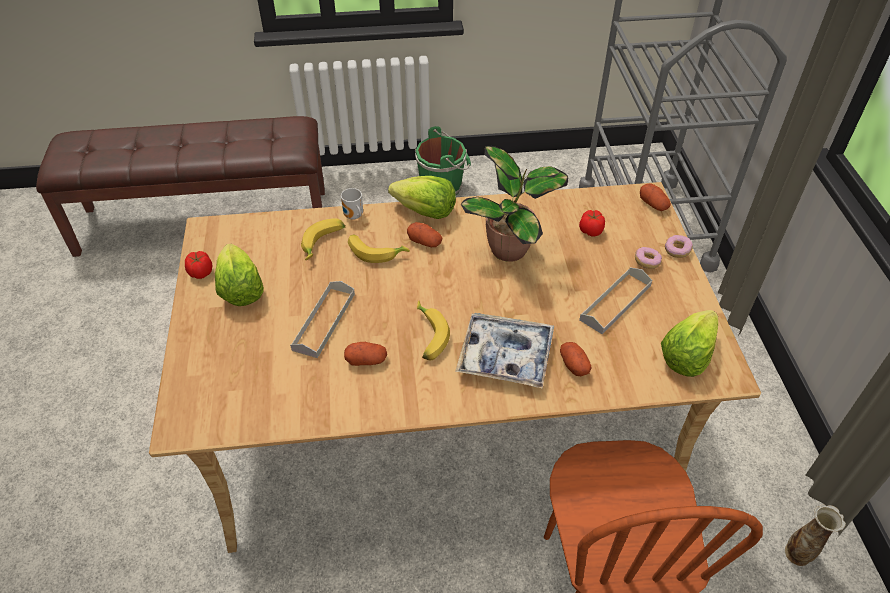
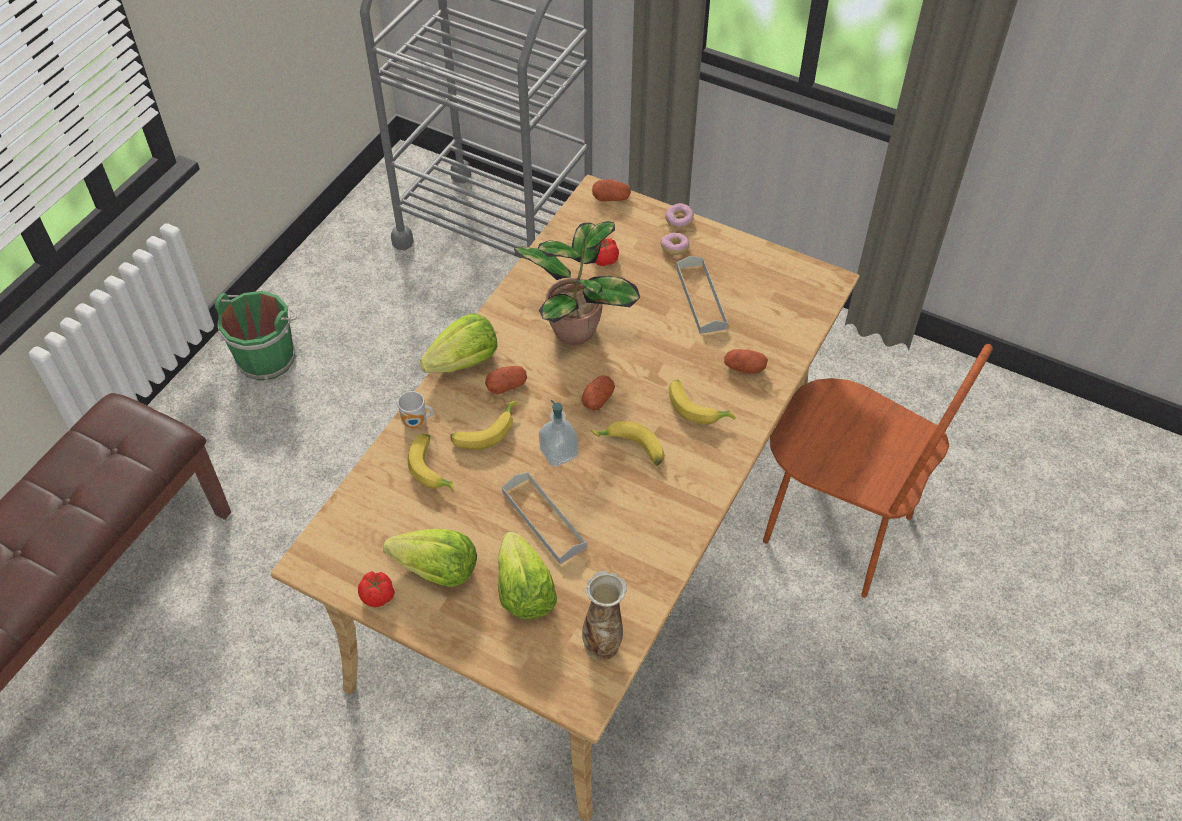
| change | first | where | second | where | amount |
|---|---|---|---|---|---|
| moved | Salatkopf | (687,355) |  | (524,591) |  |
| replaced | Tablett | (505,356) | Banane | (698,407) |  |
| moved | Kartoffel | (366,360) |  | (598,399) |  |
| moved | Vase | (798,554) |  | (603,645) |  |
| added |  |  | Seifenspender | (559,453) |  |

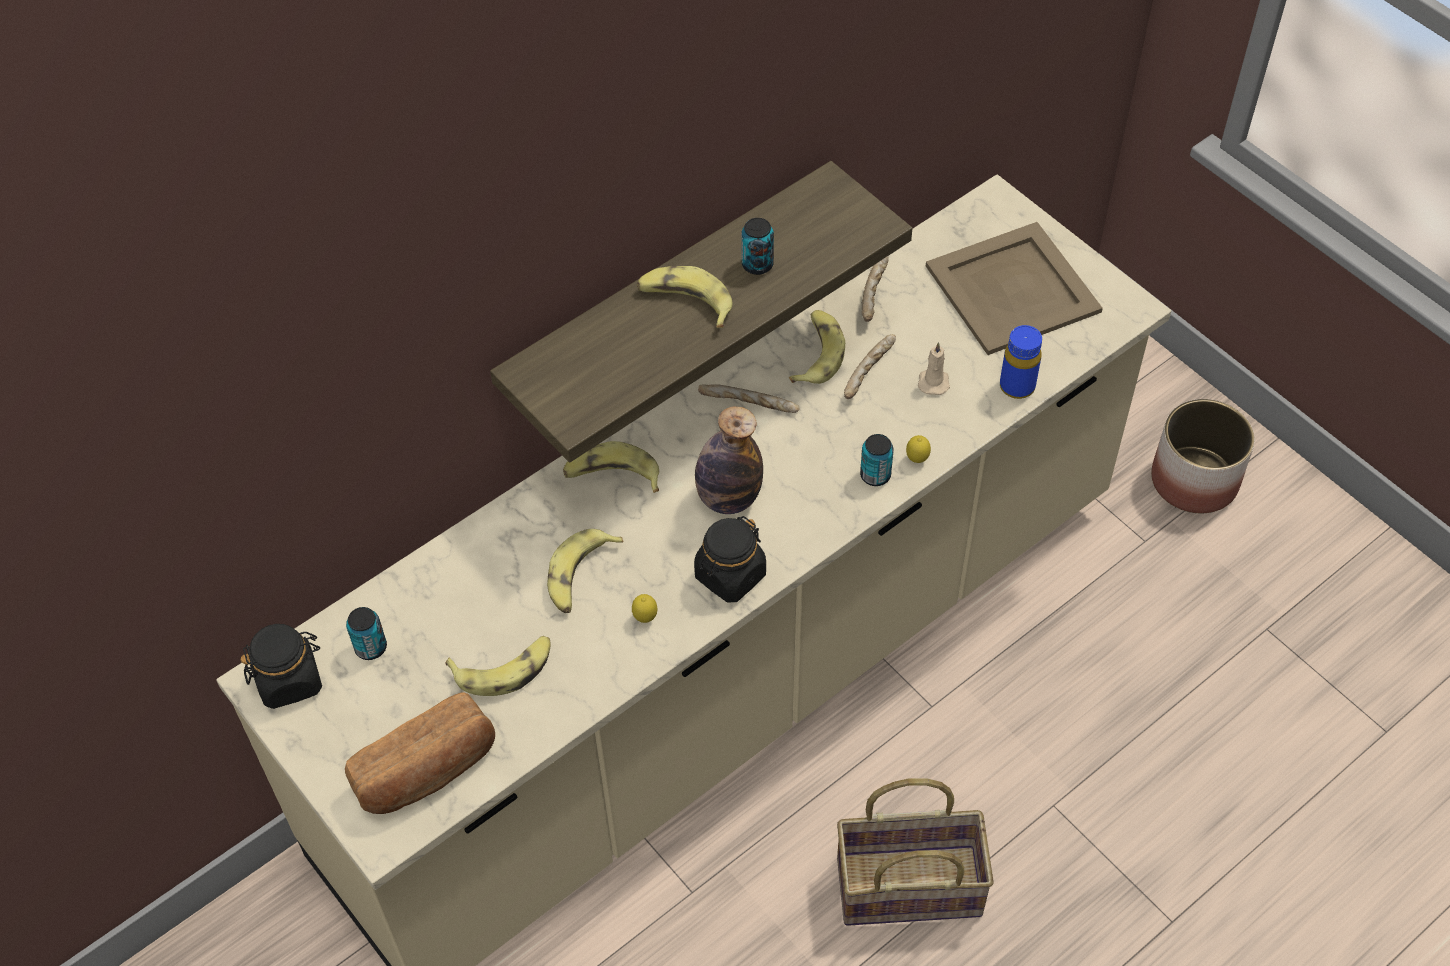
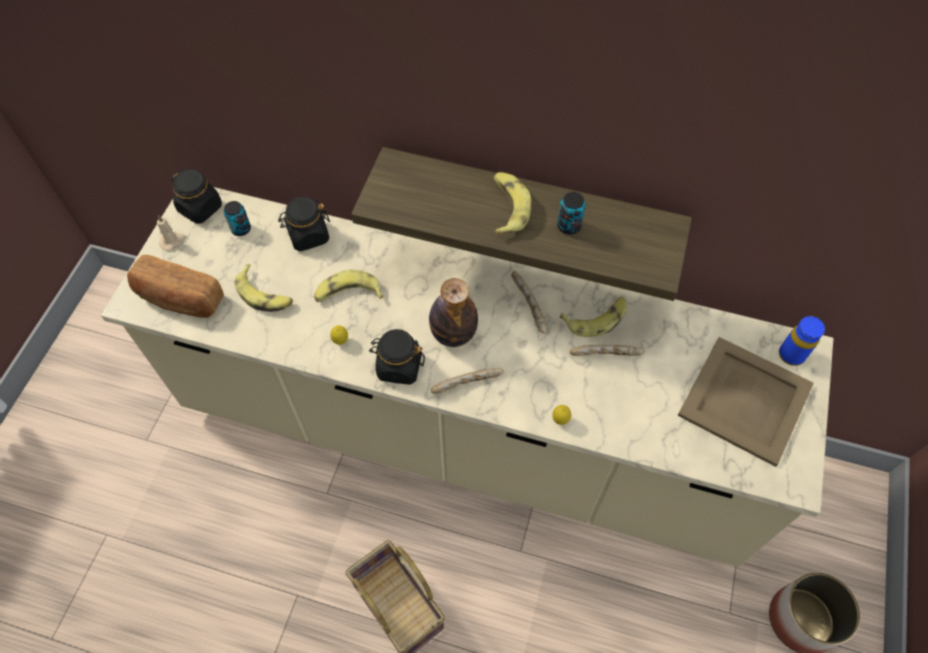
| change | first | where | second | where | amount |
|---|---|---|---|---|---|
| moved | Brot | (875,294) |  | (467,384) |  |
| moved | Flasche [blau] | (1017,386) |  | (791,355) |  |
| moved | Kerze [beige] | (933,381) |  | (173,241) |  |
| removed | Dose | (875,475) |  |  |  |
| removed | Banane | (612,475) |  |  |  |
| added |  |  | Vorratsglas [schwarz] | (308,236) |  |

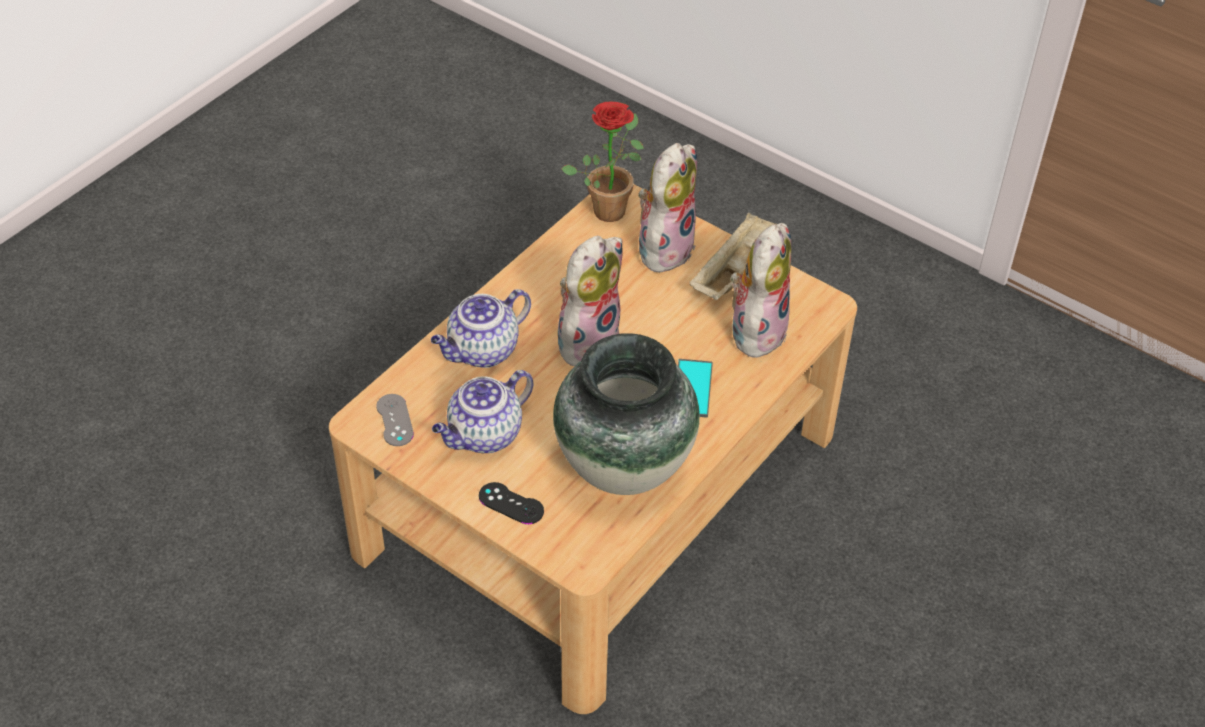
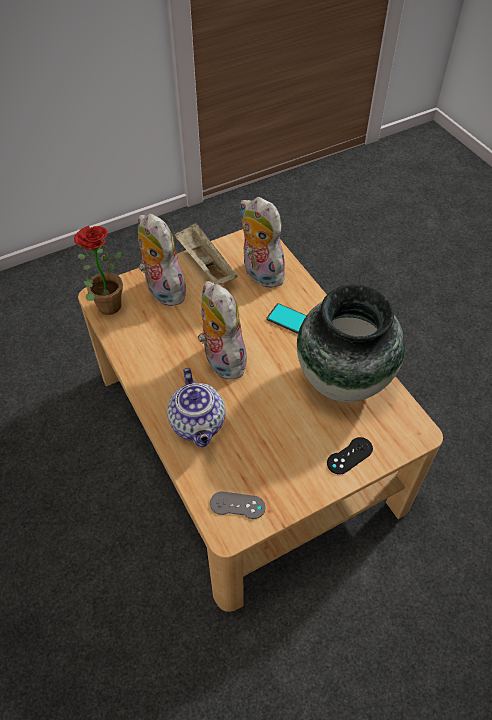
| change | first | where | second | where | amount |
|---|---|---|---|---|---|
| removed | Teekanne | (484,436) |  |  |  |

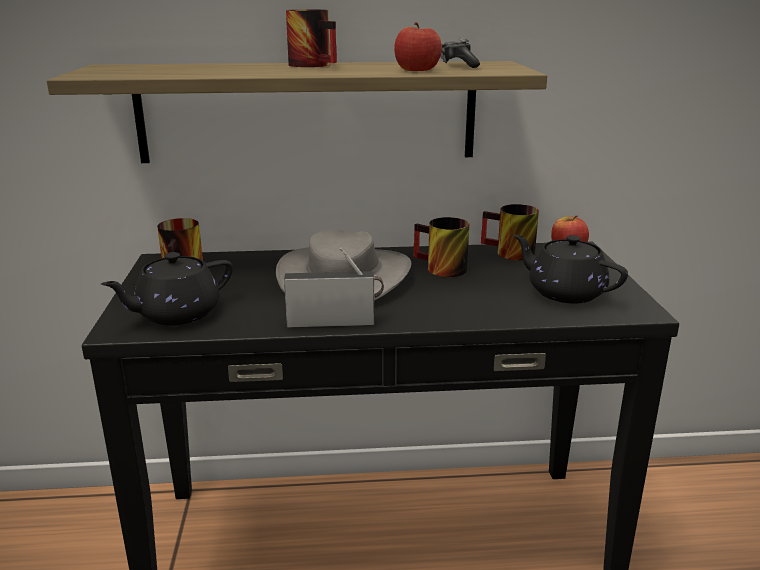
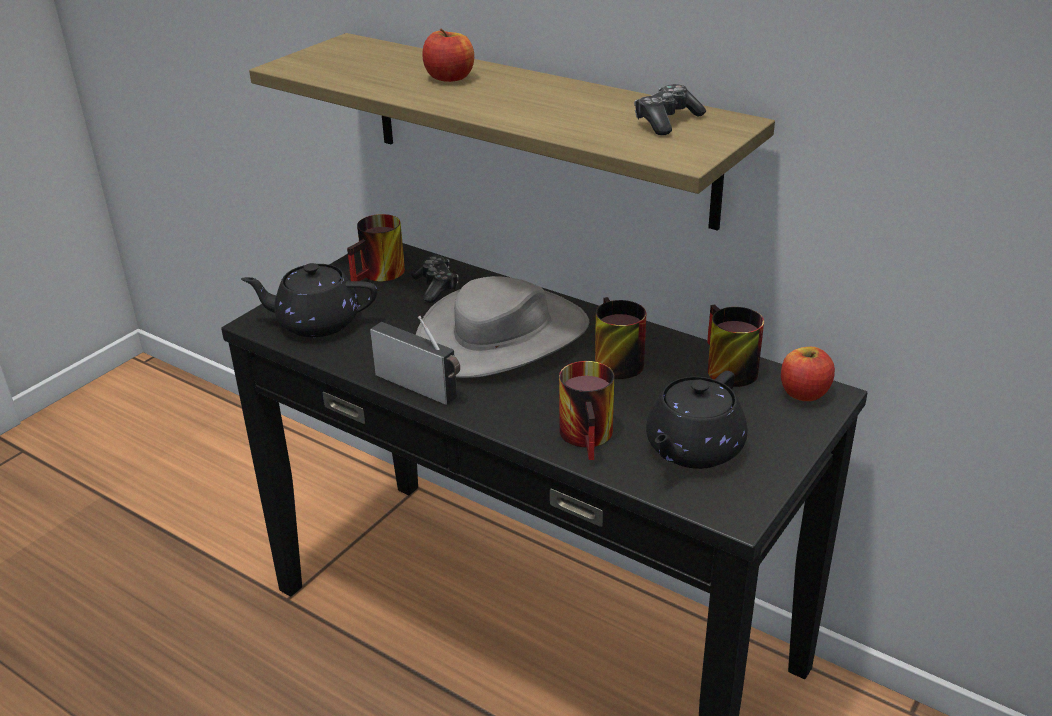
| change | first | where | second | where | amount |
|---|---|---|---|---|---|
| moved | Henkelbecher | (317,65) |  | (592,437) |  |
| moved | Apfel | (417,70) |  | (449,78) |  |
| turned | Teekanne [schwarz] | (564,292) |  | (693,449) | 135 degrees counterclockwise |
| added |  |  | Gamepad | (436,287) |  |

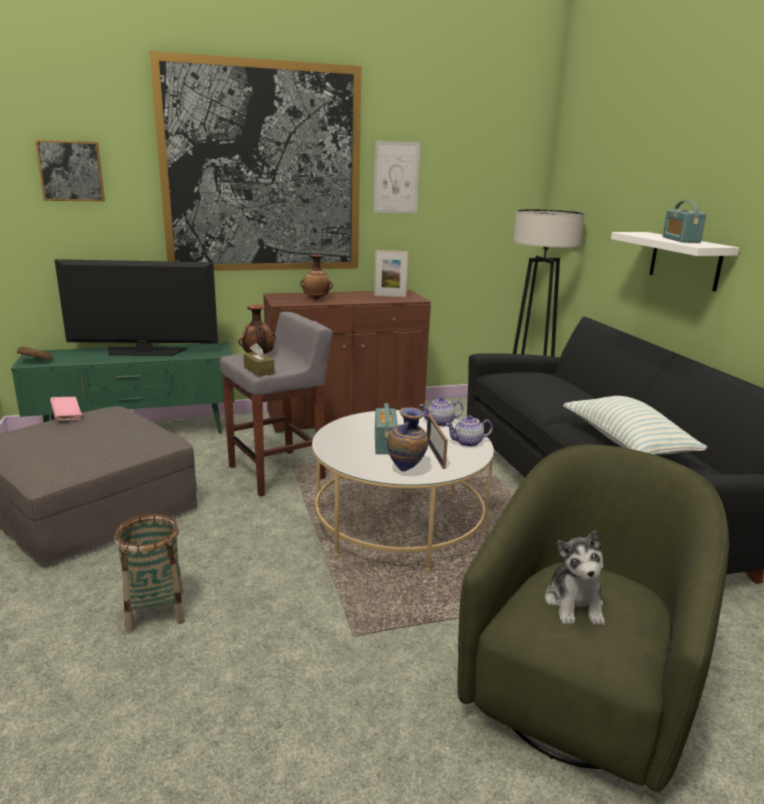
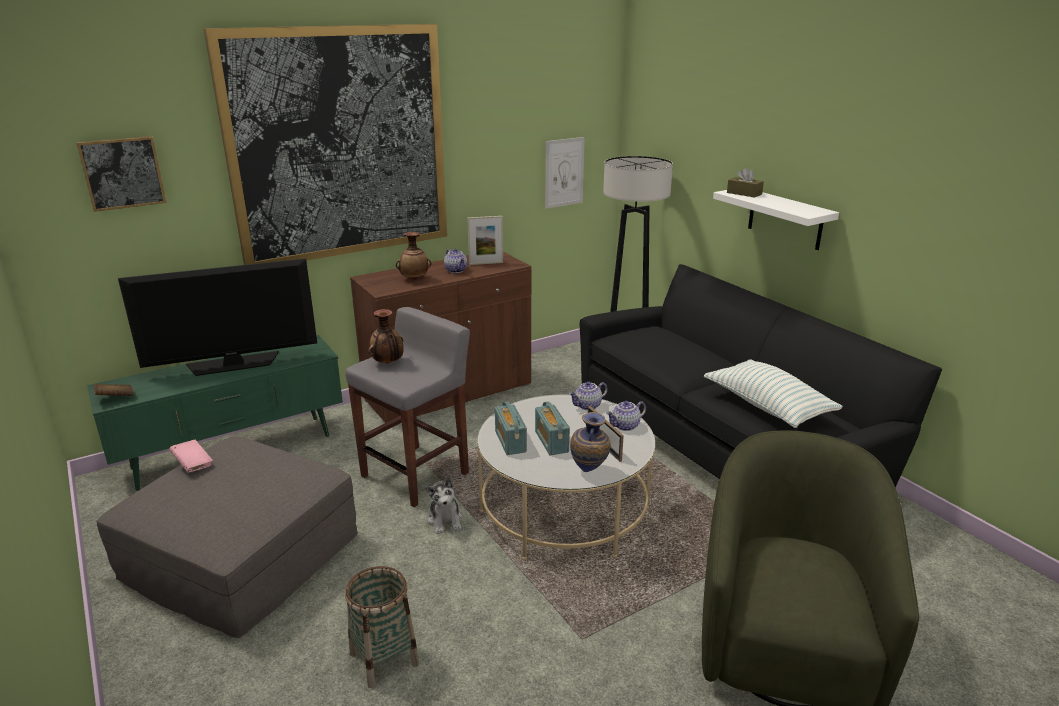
| change | first | where | second | where | amount |
|---|---|---|---|---|---|
| moved | Bild | (396,177) |  | (564,172) |  |
| moved | Radio | (680,240) |  | (510,441) |  |
| moved | Taschentuchbox [braun] | (259,370) |  | (744,193) |  |
| moved | Plüschtier | (574,604) |  | (445,520) |  |
| added |  |  | Teekanne | (456,270) |  |

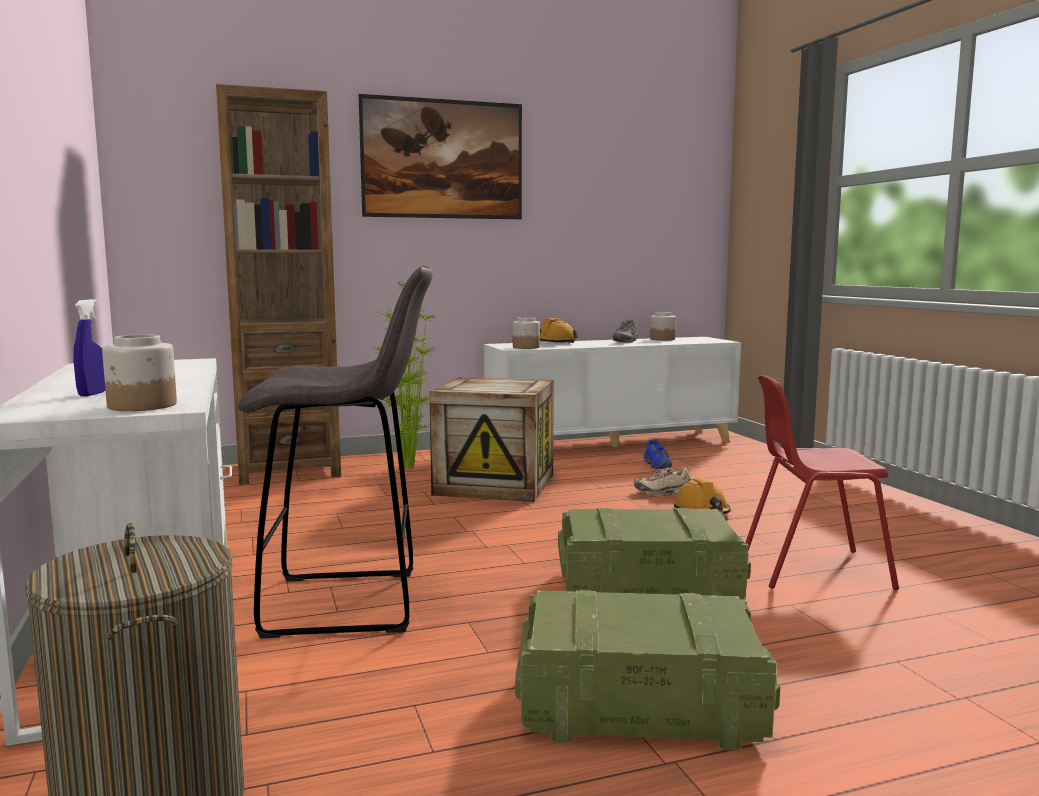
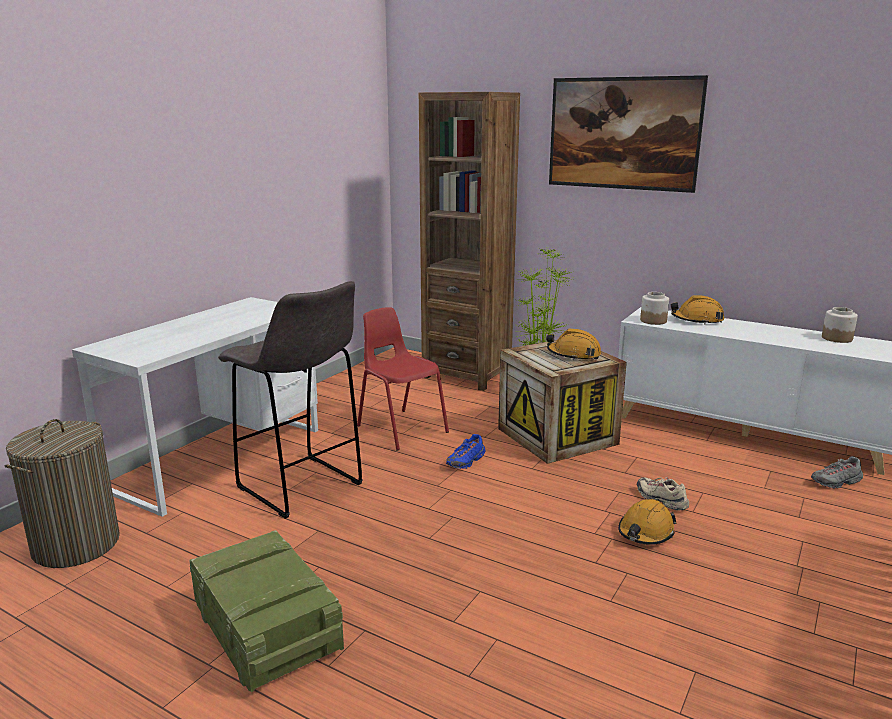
| change | first | where | second | where | amount |
|---|---|---|---|---|---|
| removed | Sprühflasche [blau] | (93,394) |  |  |  |
| moved | Schuh [grau] | (625,342) |  | (836,482) |  |
| removed | Vorratsglas | (142,406) |  |  |  |
| moved | Stuhl [rot] | (812,569) |  | (401,429) |  |
| moved | Schuh [blau] | (657,466) |  | (466,461) |  |
| removed | Kiste | (650,588) |  |  |  |
| added |  |  | Schutzhelm [orange] | (574,355) |  |

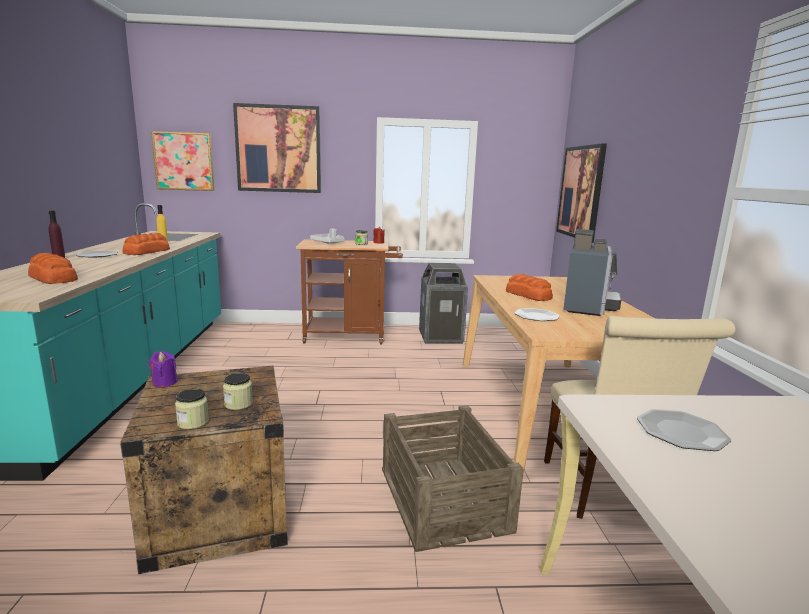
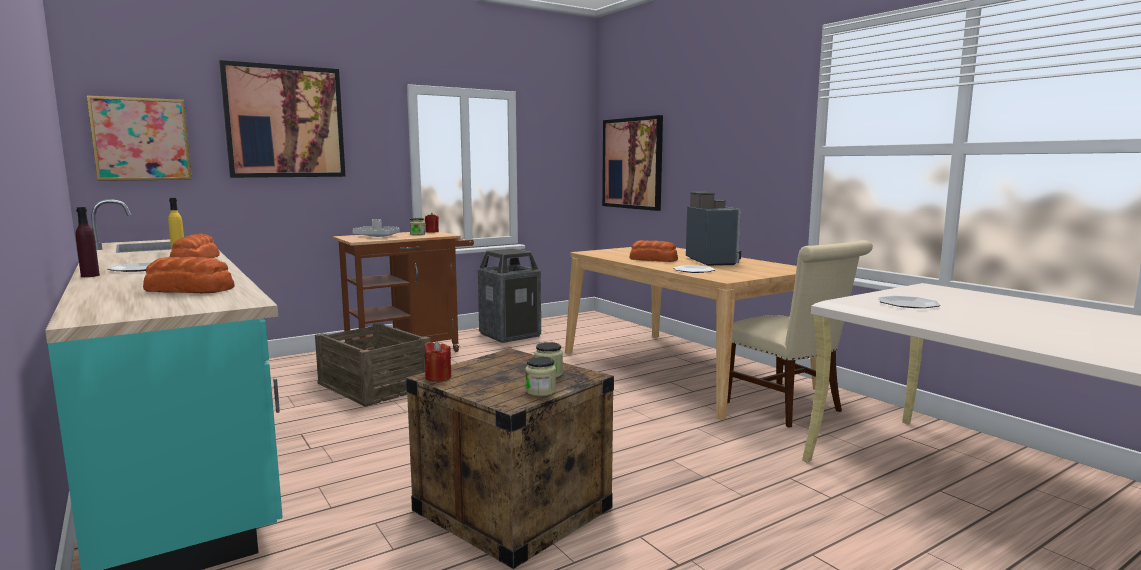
| change | first | where | second | where | amount |
|---|---|---|---|---|---|
| recoloured | Kerze [lila] | (164,383) | Kerze [rot] | (438,377) |  |
| moved | Kiste | (444,498) |  | (375,385) |  |

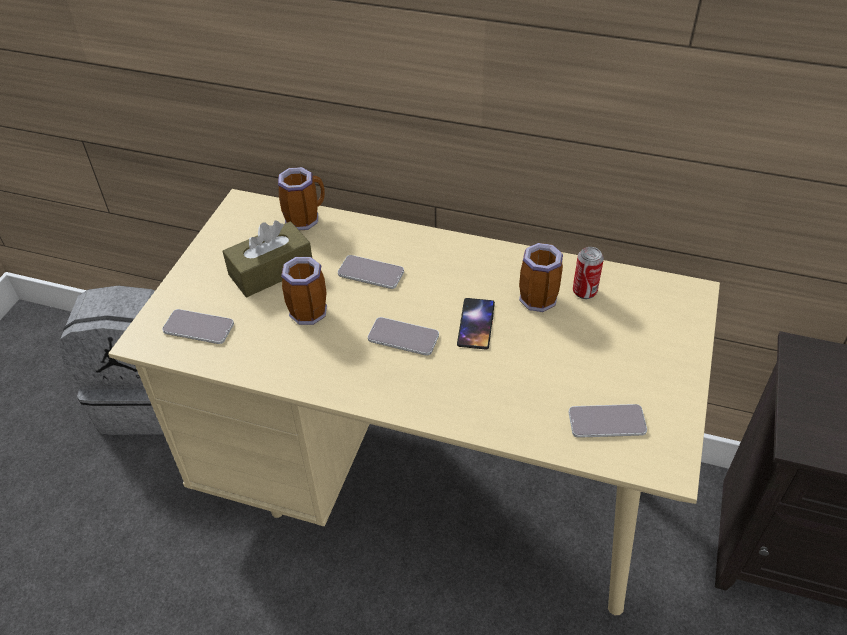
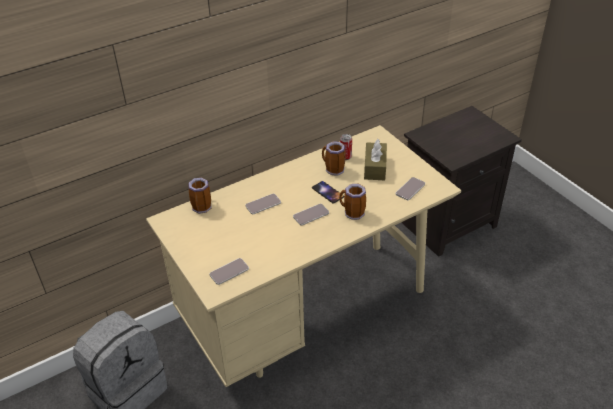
| change | first | where | second | where | amount |
|---|---|---|---|---|---|
| moved | Taschentuchbox [braun] | (271,271) |  | (375,167) |  |
| moved | Henkelbecher | (305,310) |  | (352,213) |  |

